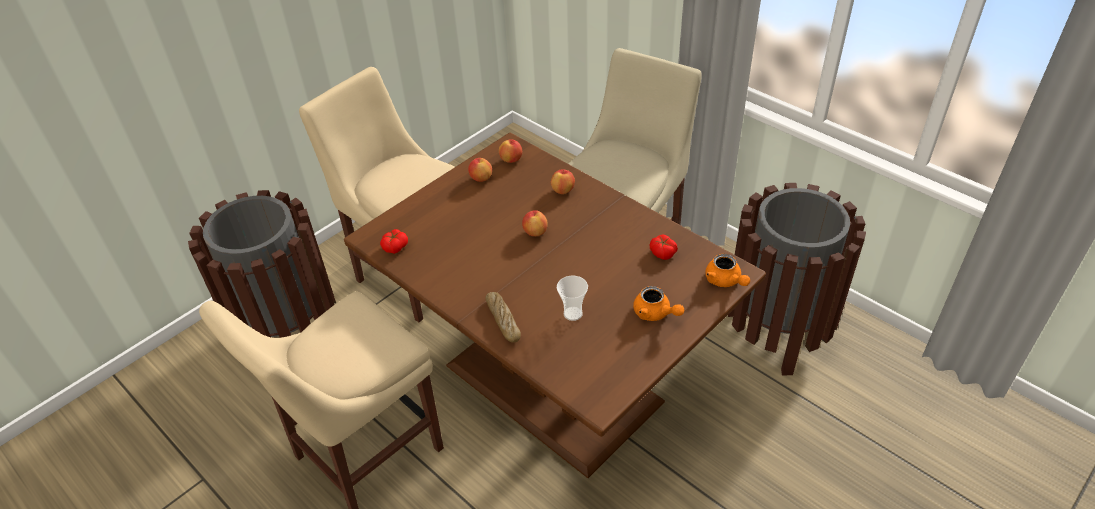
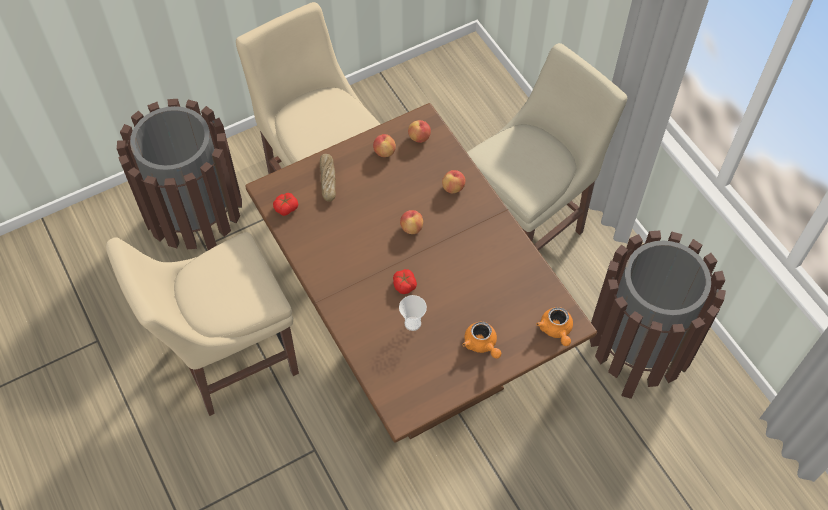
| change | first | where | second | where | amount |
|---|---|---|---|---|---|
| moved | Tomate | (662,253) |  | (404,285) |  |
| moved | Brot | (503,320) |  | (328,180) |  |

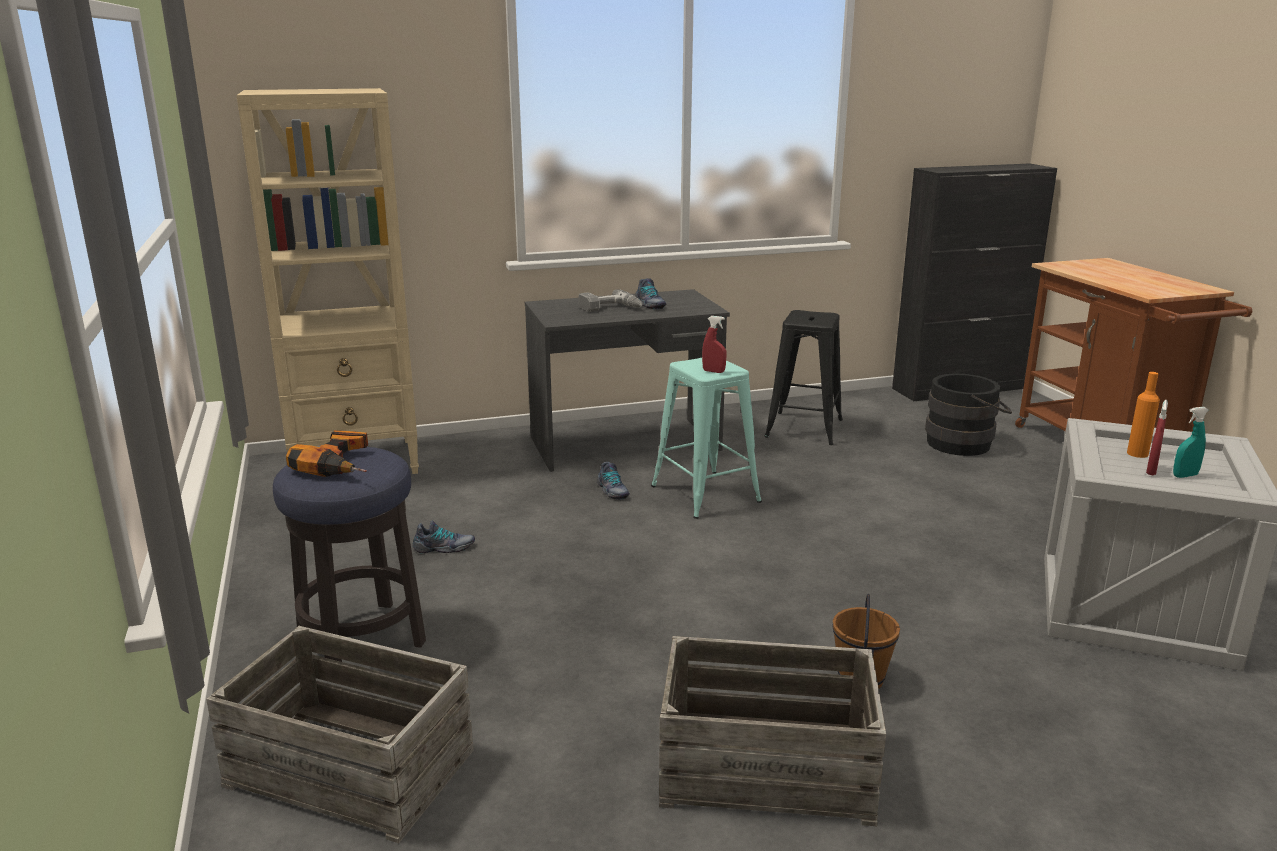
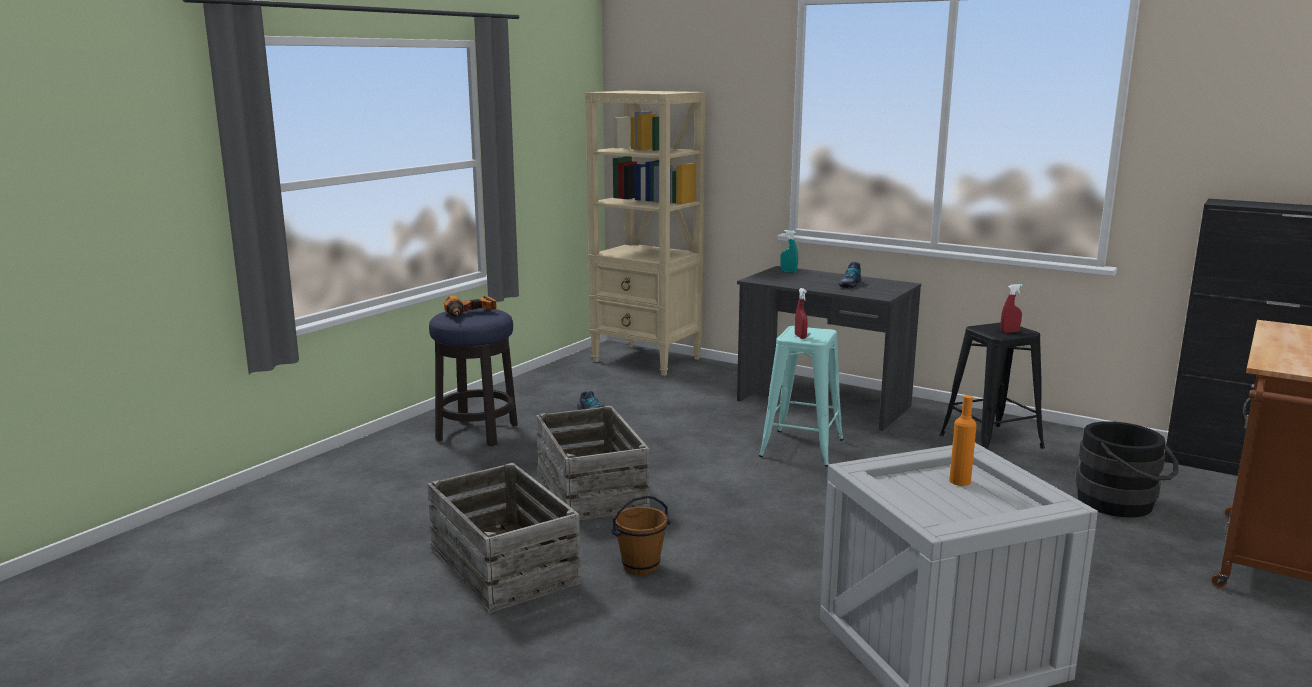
| change | first | where | second | where | amount |
|---|---|---|---|---|---|
| removed | Bohrmaschine | (611,308) |  |  |  |
| moved | Sprühflasche [rot] | (1151,471) |  | (1009,332) |  |
| moved | Sprühflasche [türkis] | (1185,475) |  | (788,271) |  |
| removed | Schuh | (612,491) |  |  |  |
| moved | Kiste | (352,766) |  | (592,489) |  |

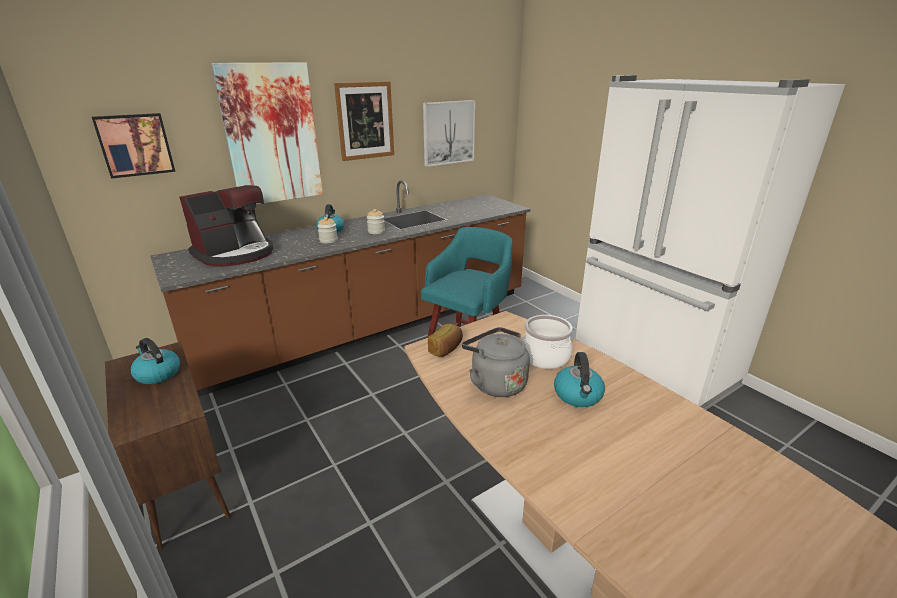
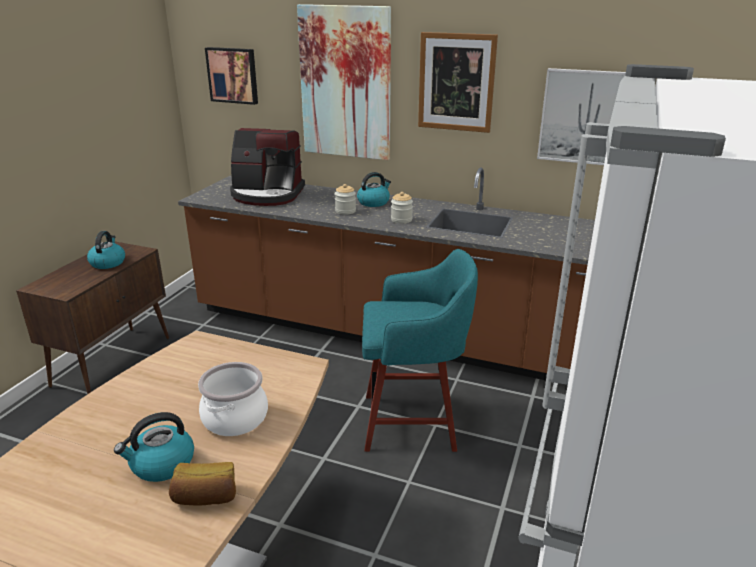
| change | first | where | second | where | amount |
|---|---|---|---|---|---|
| moved | Brot | (446,349) |  | (206,497) |  |
| removed | Wasserkessel [grau] | (495,383) |  |  |  |

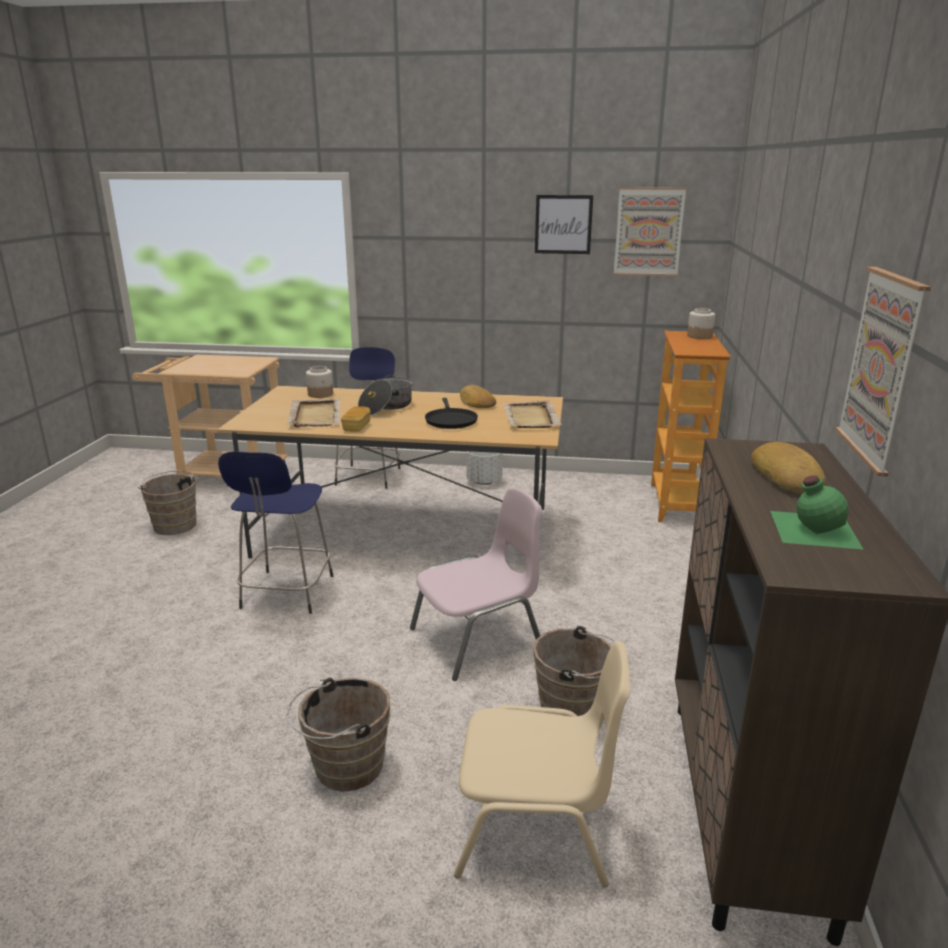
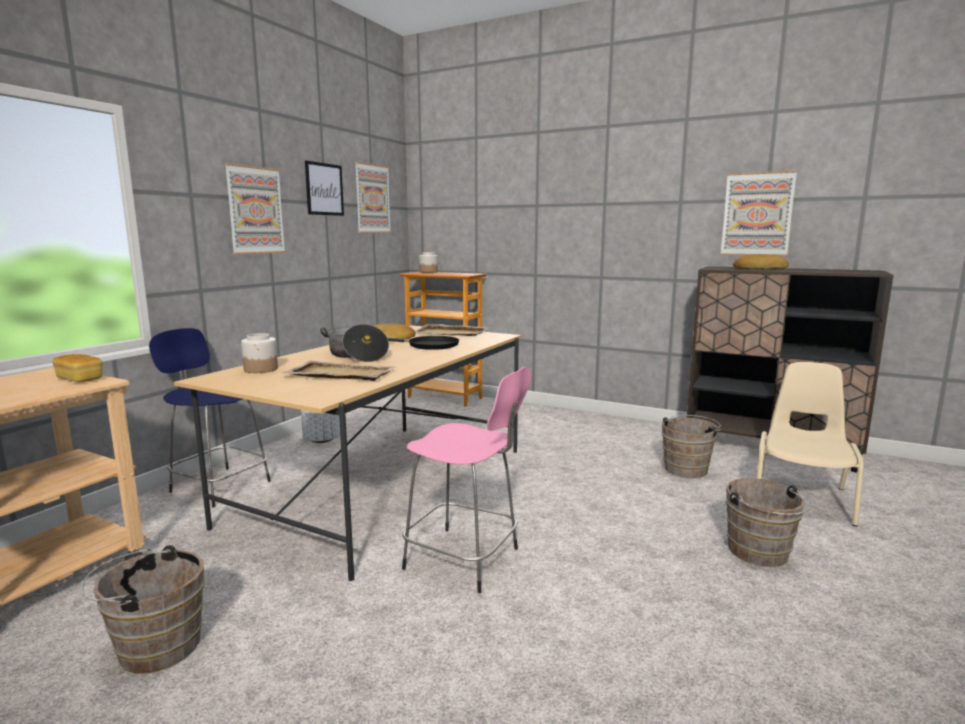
| change | first | where | second | where | amount |
|---|---|---|---|---|---|
| moved | Brot | (356,427) |  | (80,379) |  |
| recoloured | Hocker [blau] | (286,593) | Hocker [rosa] | (465,560) |  |
| removed | Flasche [grün] | (812,528) |  |  |  |
| removed | Stuhl [rosa] | (478,639) |  |  |  |
| added |  |  | Bild | (255,210) |  |

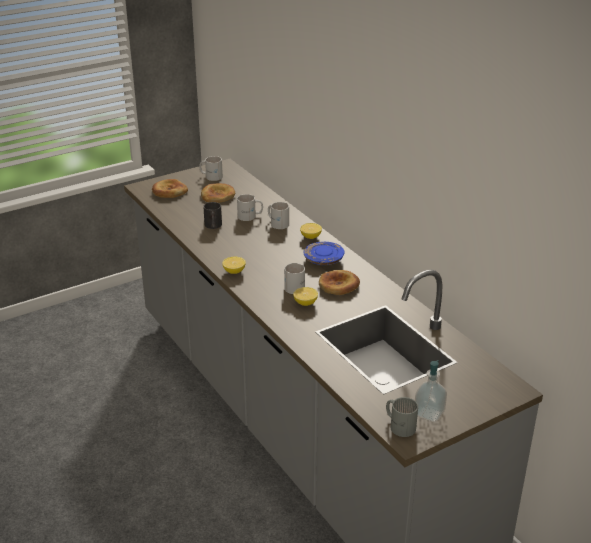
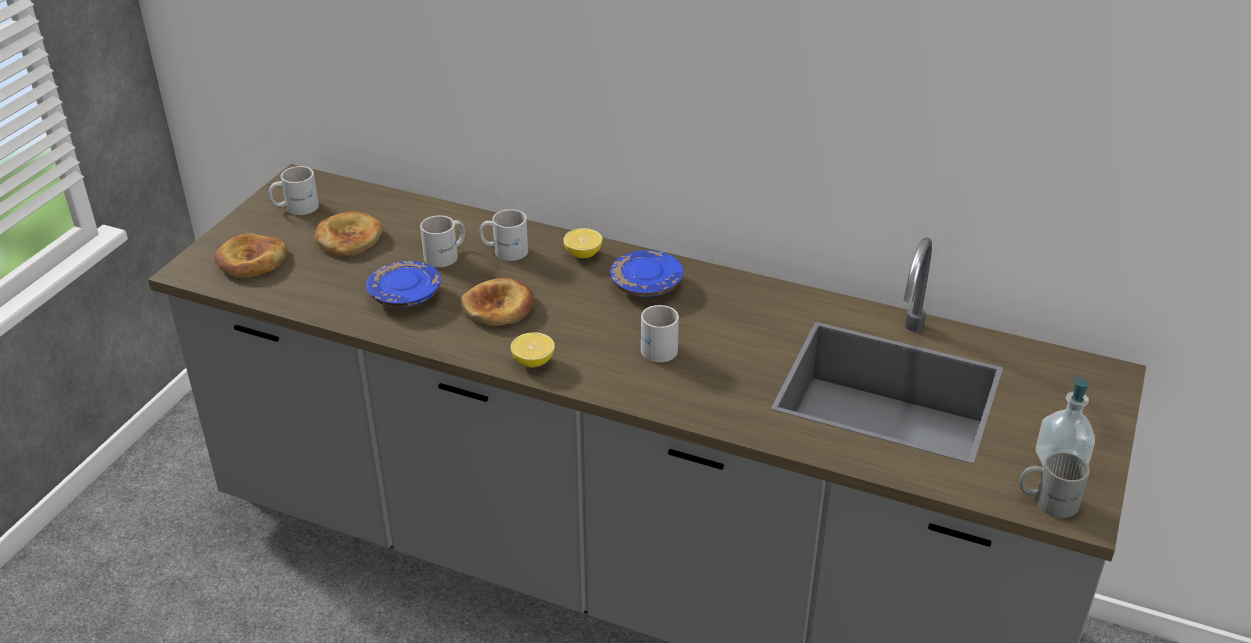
| change | first | where | second | where | amount |
|---|---|---|---|---|---|
| replaced | Henkelbecher [schwarz] | (213,226) | Teller [blau] | (405,295) |  |
| moved | Brot | (338,285) |  | (499,307) |  |
| removed | Zitrone | (305,303) |  |  |  |

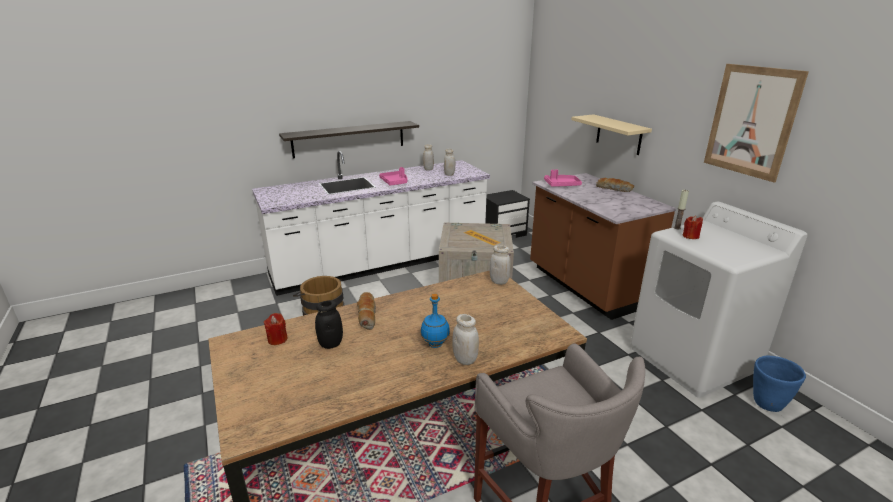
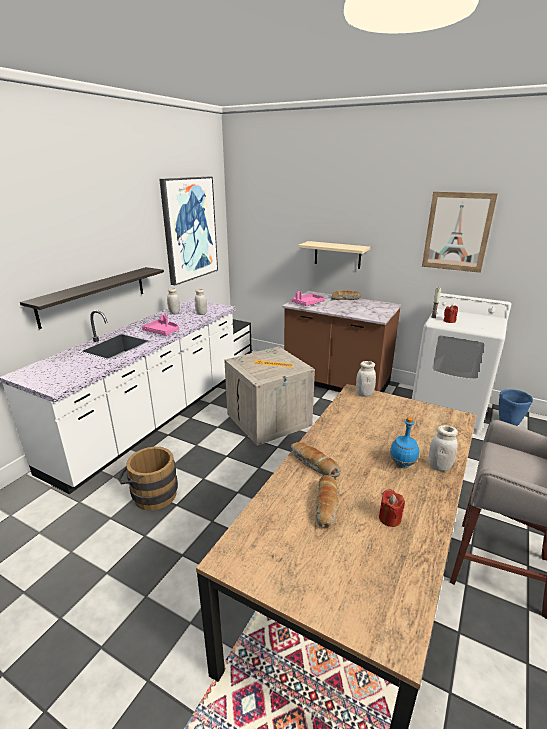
| change | first | where | second | where | amount |
|---|---|---|---|---|---|
| replaced | Vorratsglas [schwarz] | (331,344) | Brot | (327,506) |  |
| moved | Kerze [rot] | (277,339) |  | (389,518) |  |
| added |  |  | Bild | (189,229) |  |

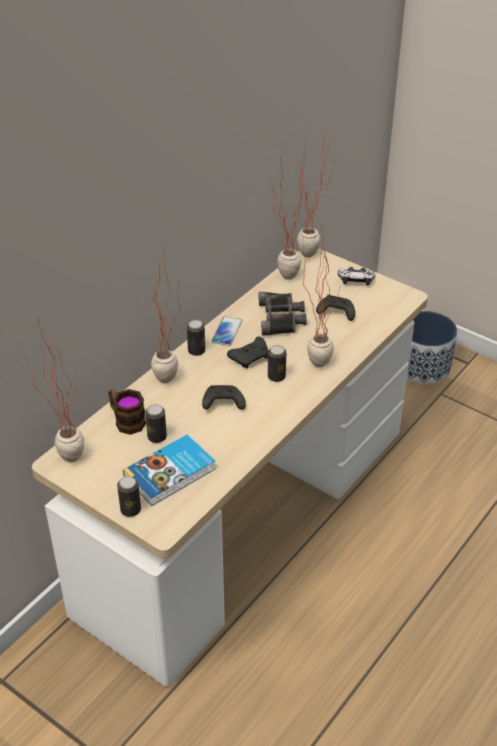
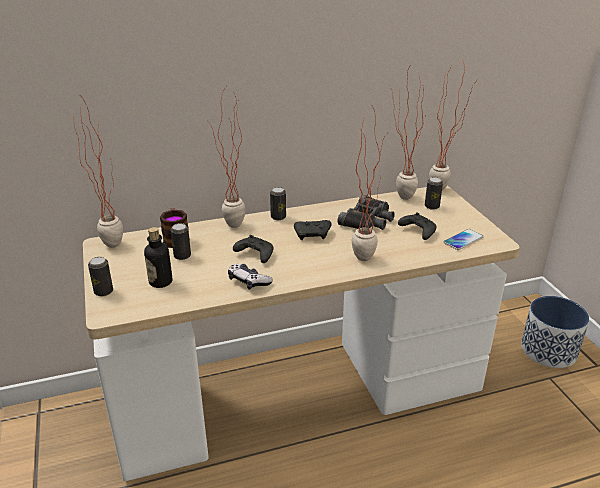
| change | first | where | second | where | amount |
|---|---|---|---|---|---|
| moved | Gamepad | (356,280) |  | (249,281) |  |
| moved | Handy | (227,331) |  | (463,240) |  |
| moved | Dose | (276,377) |  | (432,206) |  |
| replaced | Buch | (171,473) | Flasche | (160,282) |  |

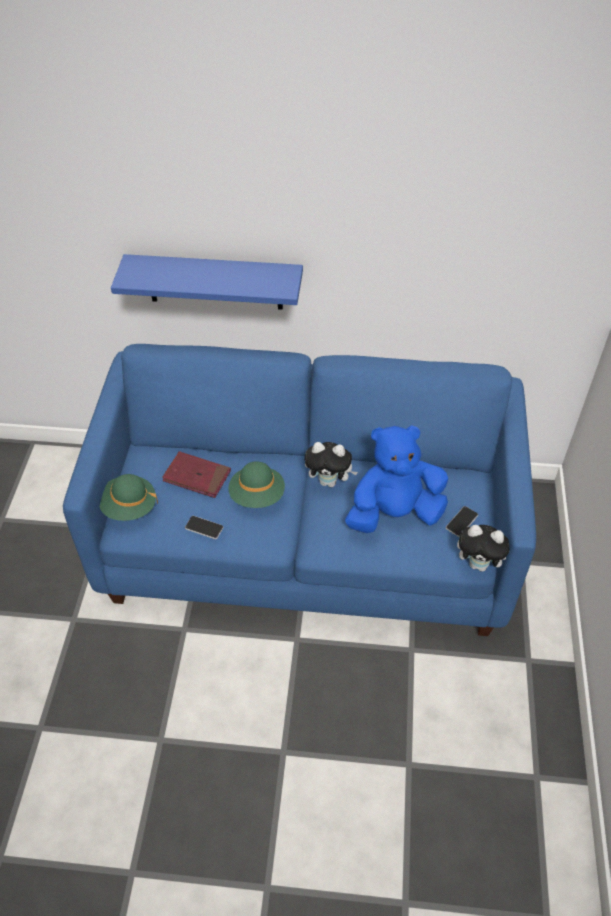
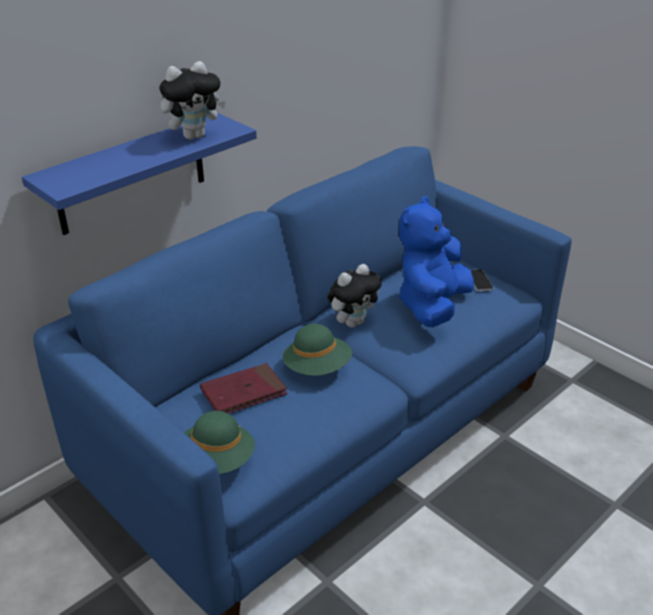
| change | first | where | second | where | amount |
|---|---|---|---|---|---|
| removed | Handy | (204,528) |  |  |  |
| moved | Plüschtier | (479,564) |  | (194,136) |  |

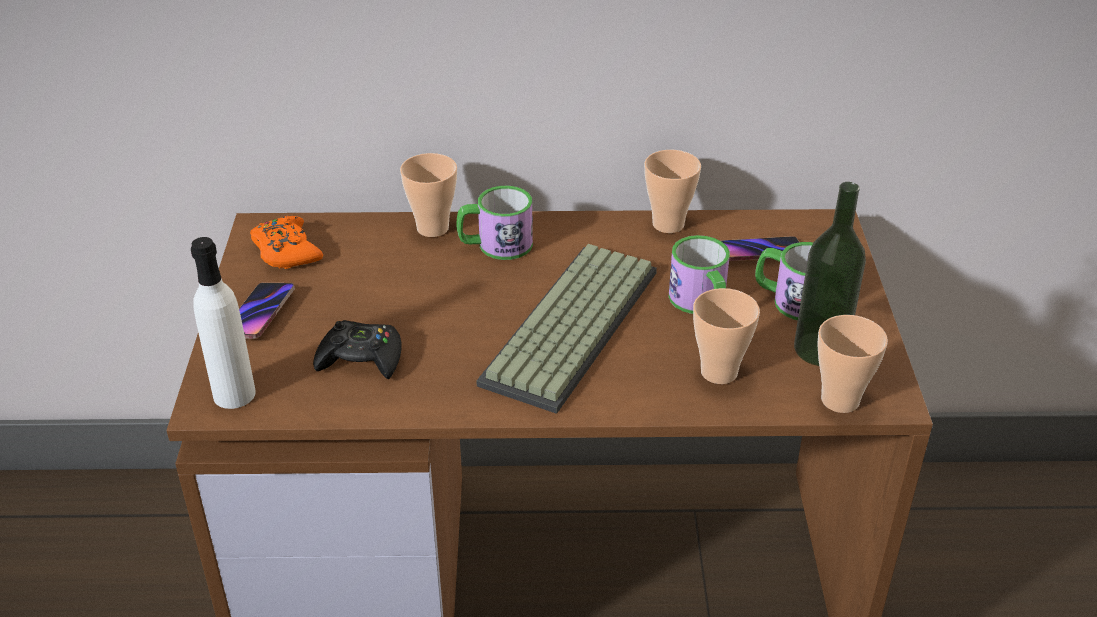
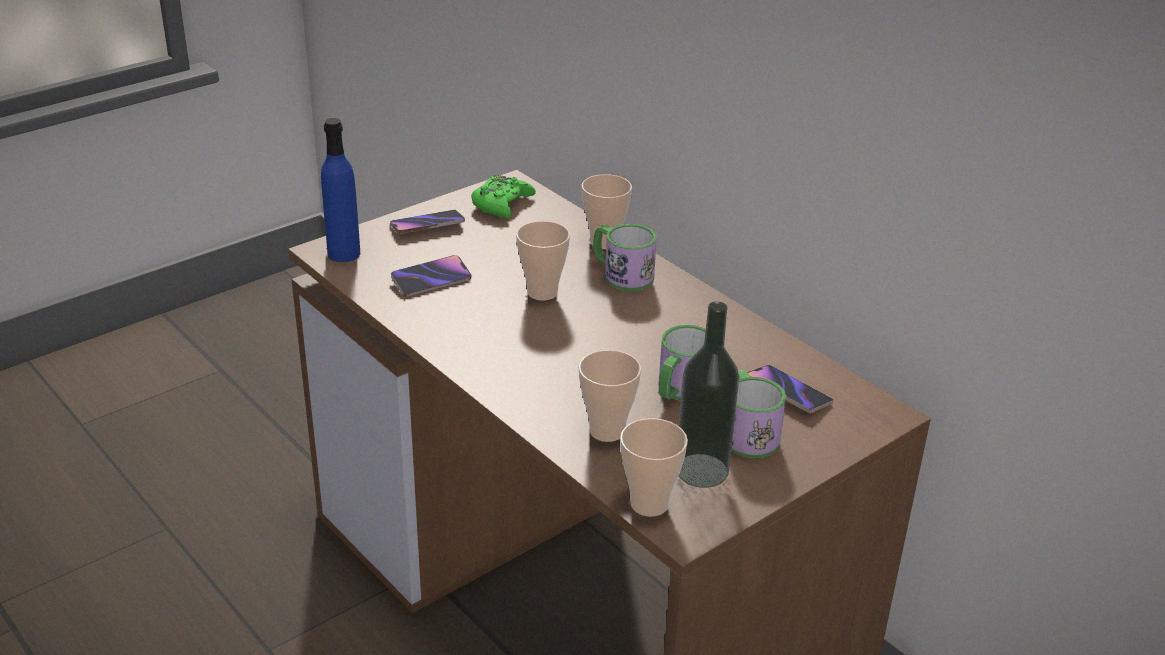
| change | first | where | second | where | amount |
|---|---|---|---|---|---|
| moved | Tasse | (668,224) |  | (542,292) |  |
| recoloured | Gamepad [orange] | (286,251) | Gamepad [grün] | (501,204) |  |
| recoloured | Flasche [weiß] | (234,394) | Flasche [blau] | (344,253) |  |
| removed | Tastatur | (574,329) |  |  |  |
| replaced | Gamepad [schwarz] | (361,358) | Handy | (431,280) |  |

